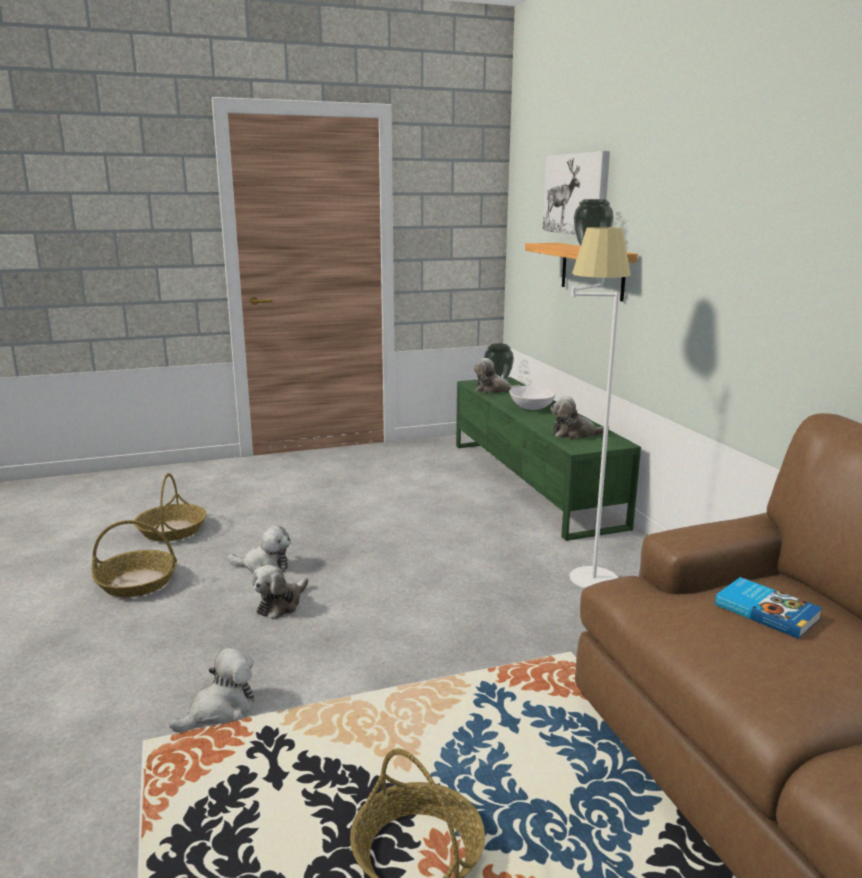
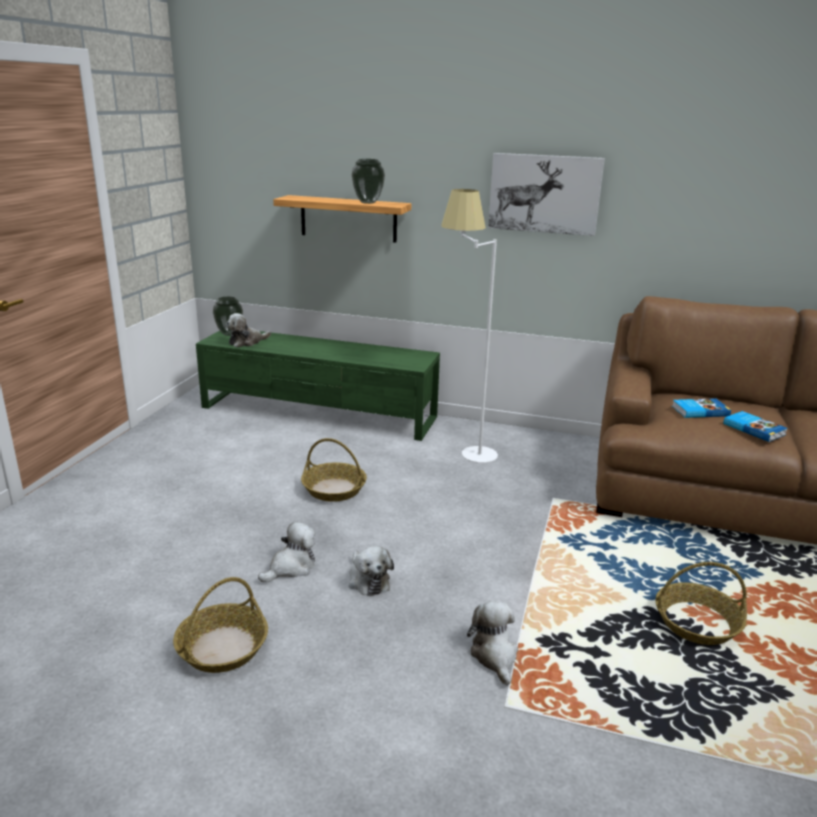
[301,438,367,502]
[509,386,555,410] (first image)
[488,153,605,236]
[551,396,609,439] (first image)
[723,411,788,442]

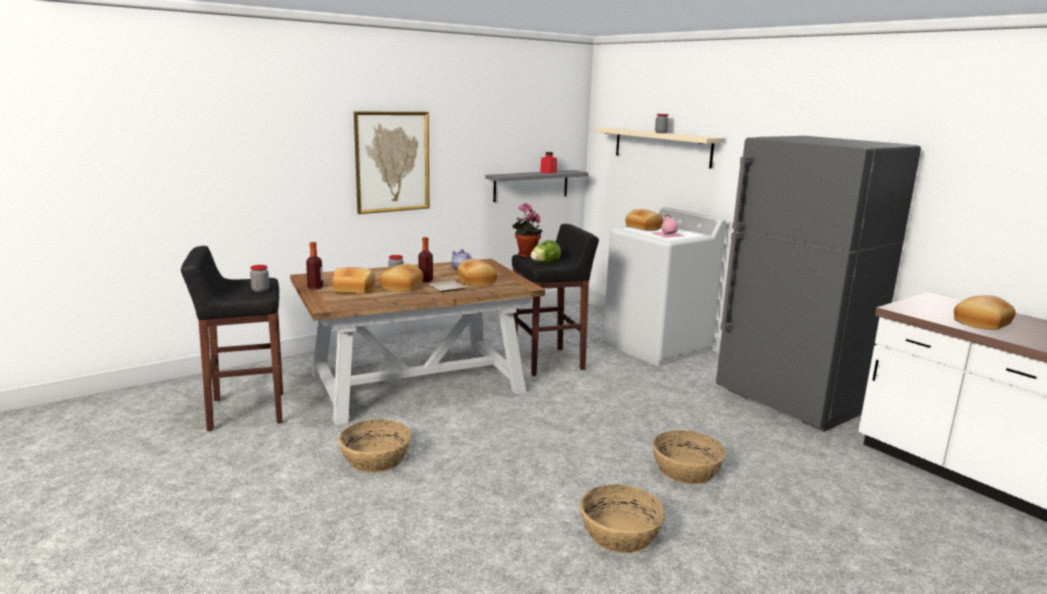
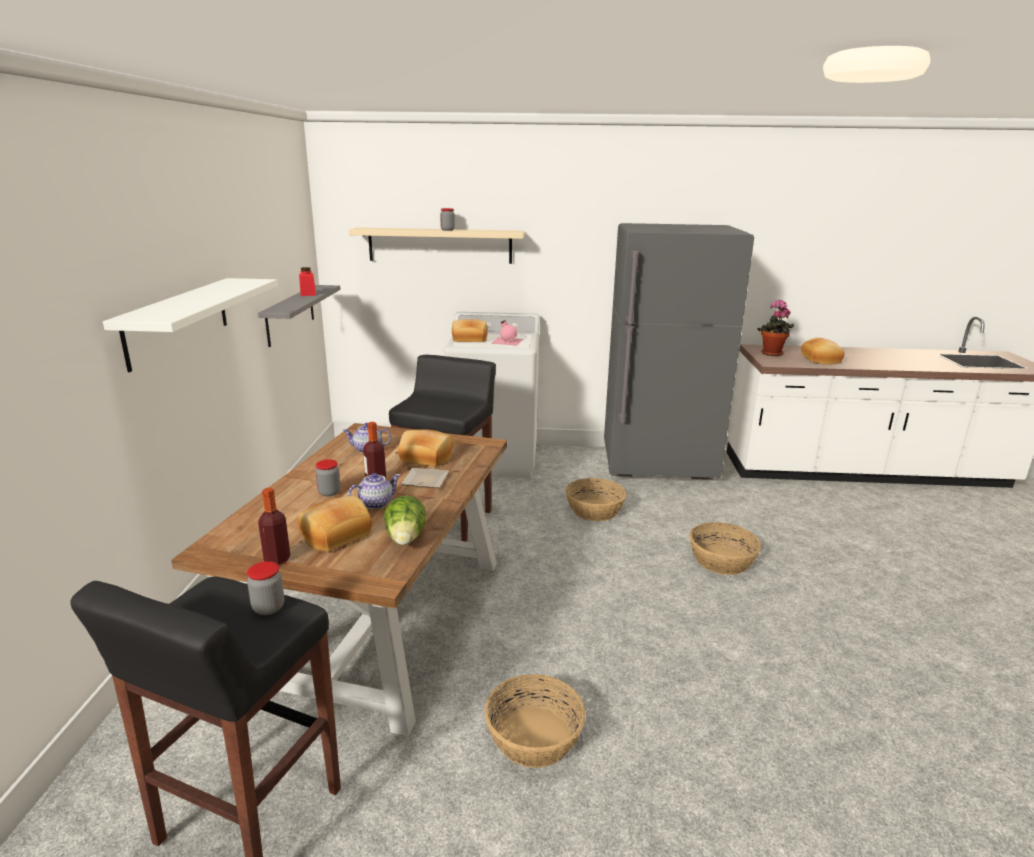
[103,278,278,372]
[348,473,400,509]
[757,299,794,356]
[384,496,426,545]
[566,478,626,521]

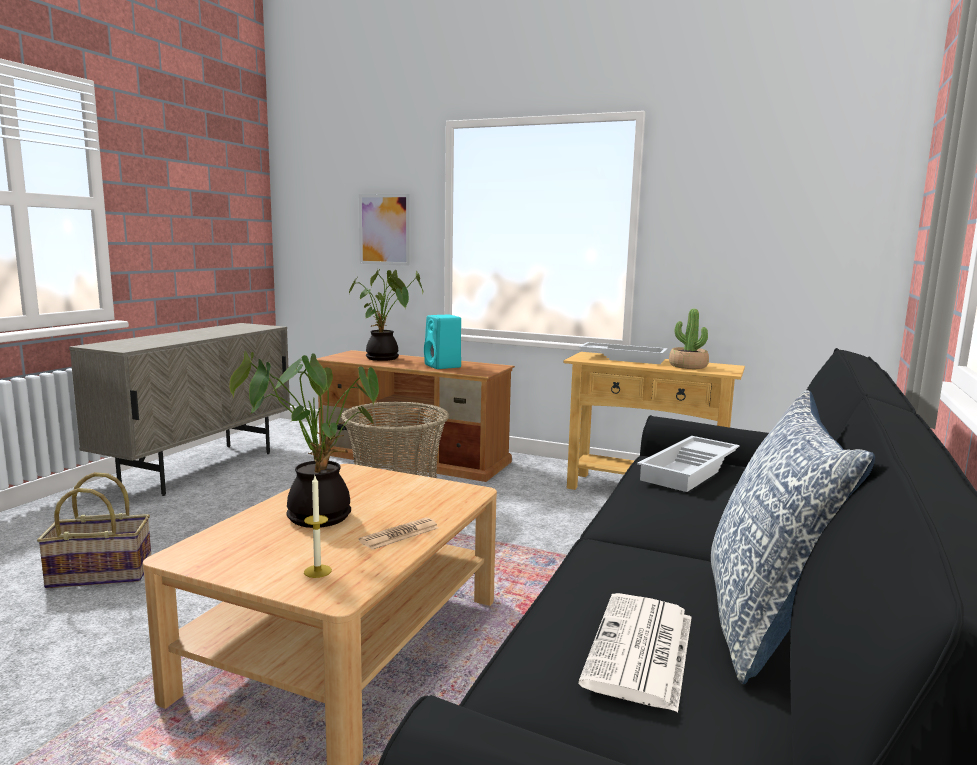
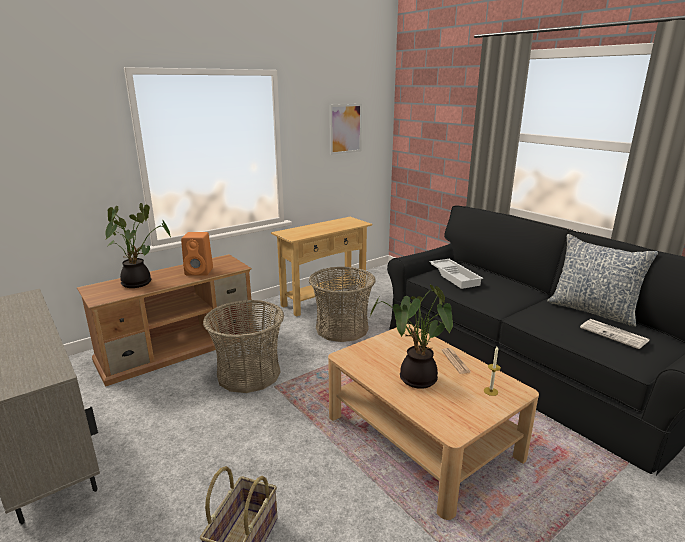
[330,104,362,155]
[181,232,213,276]
[579,342,668,364] (first image)
[669,309,709,369] (first image)
[309,267,376,342]

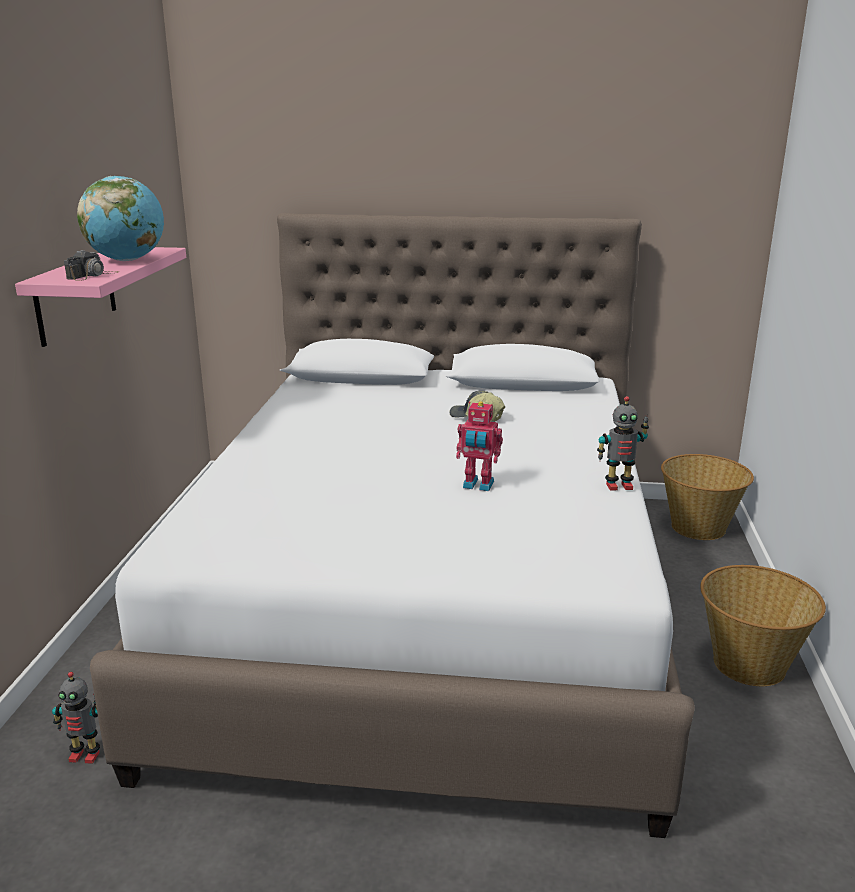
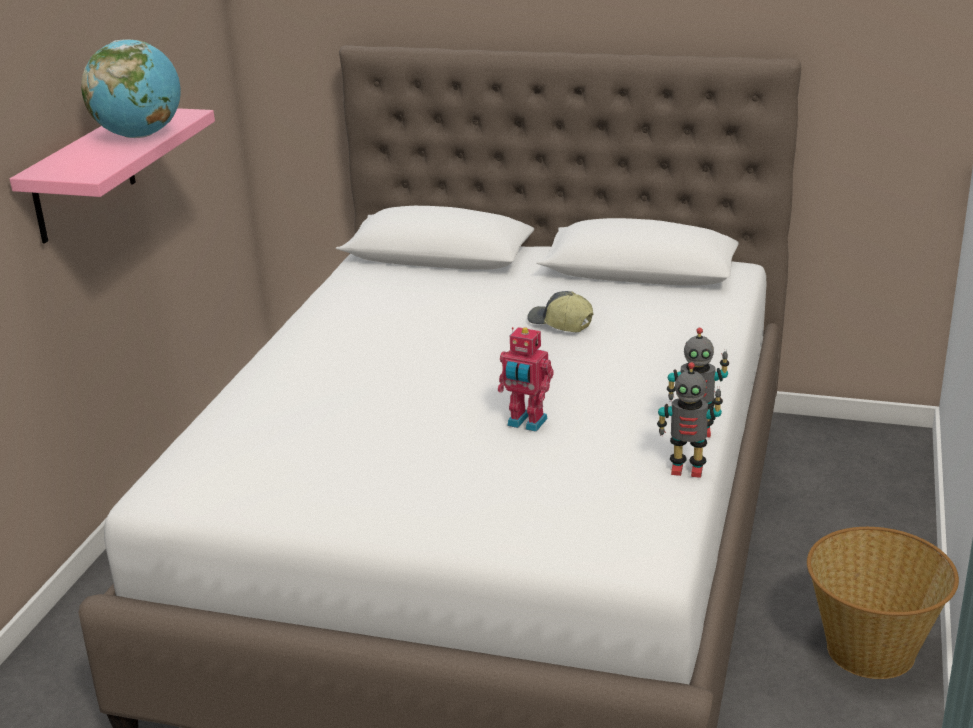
[657,362,723,478]
[64,250,119,281] (first image)
[661,454,754,540] (first image)

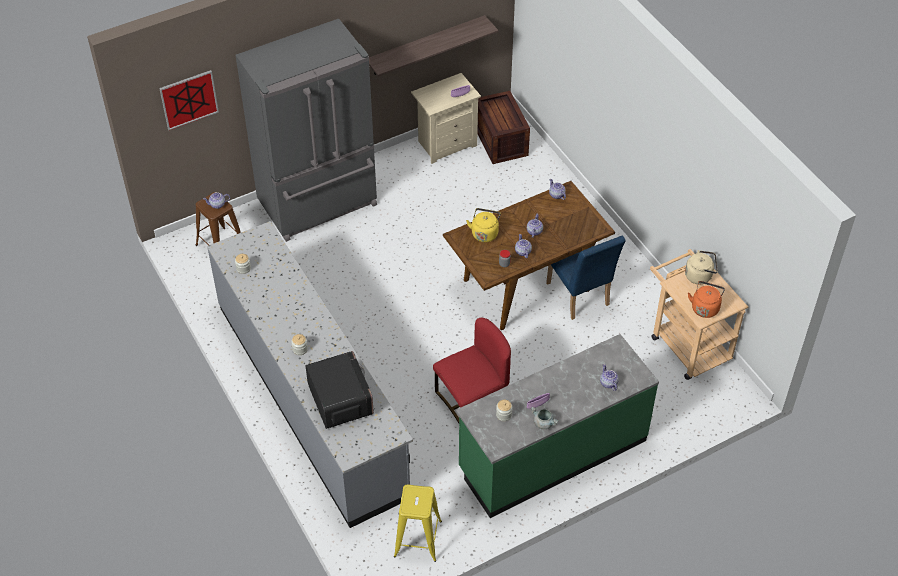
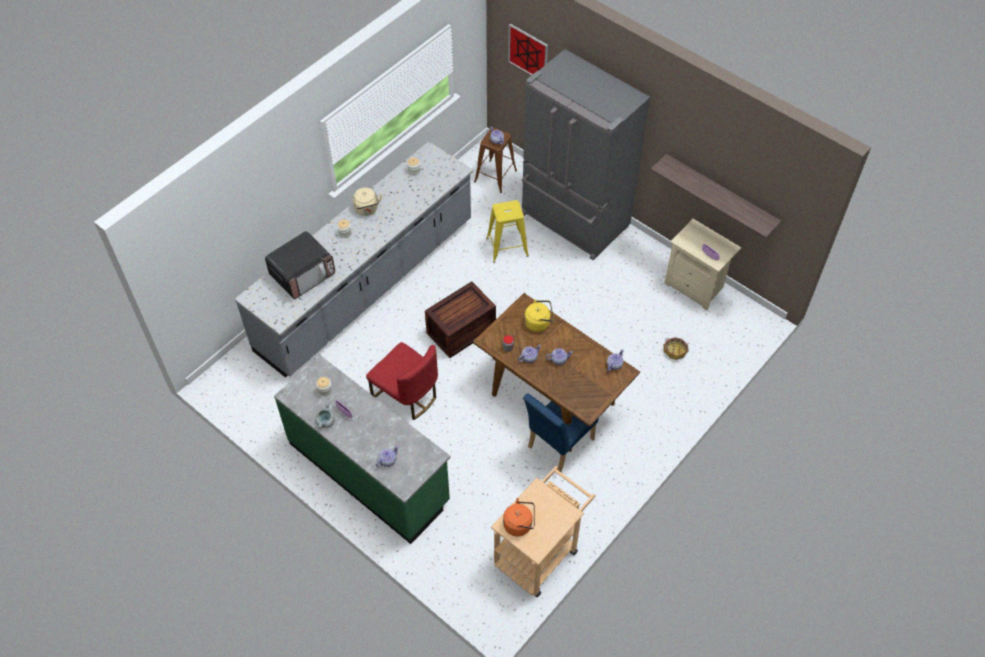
[486,200,529,263]
[425,281,496,358]
[353,188,382,216]
[663,337,689,360]

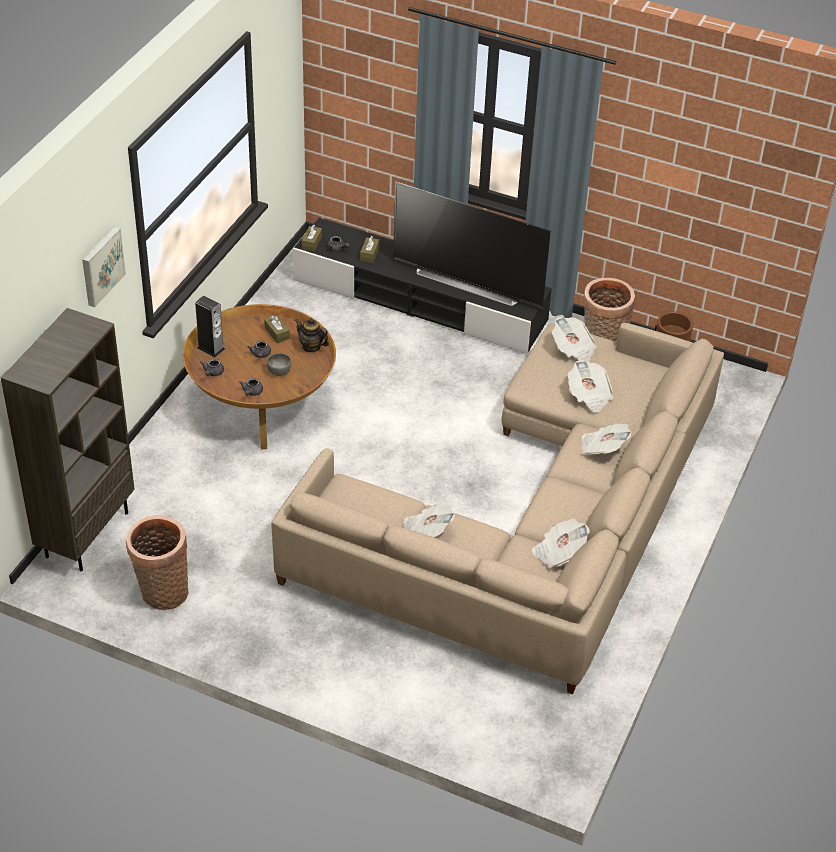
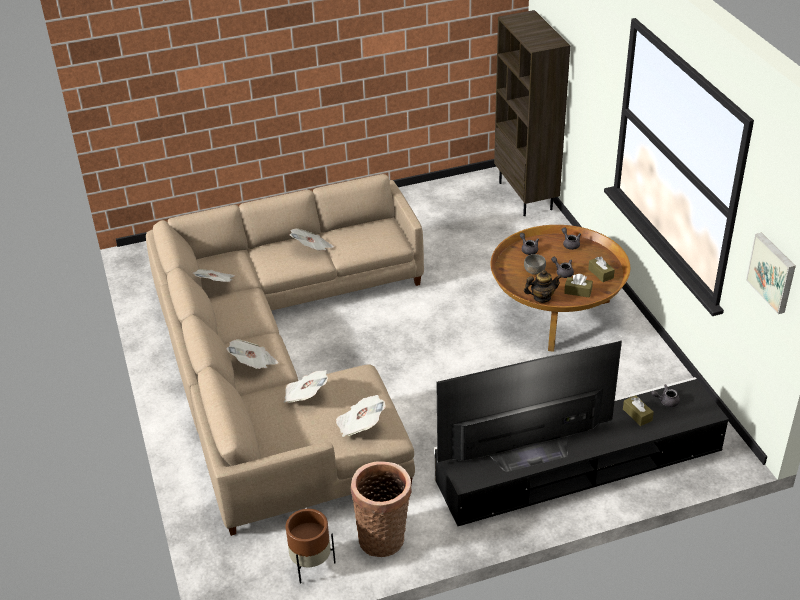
[746,232,796,314]
[126,516,189,610] (first image)
[195,296,225,357] (first image)
[588,257,615,282]

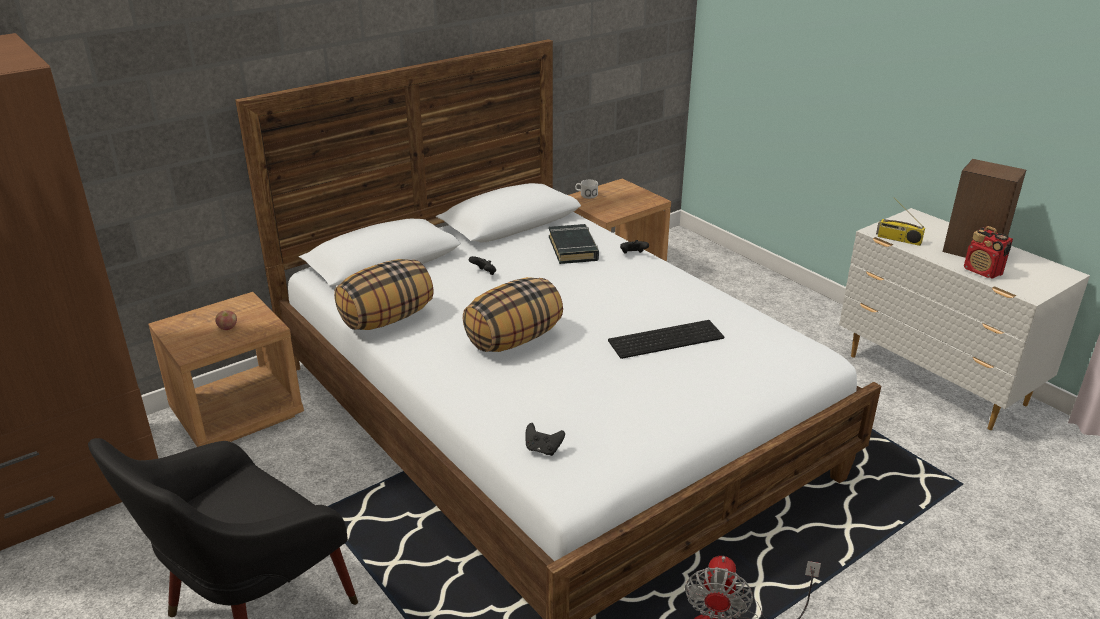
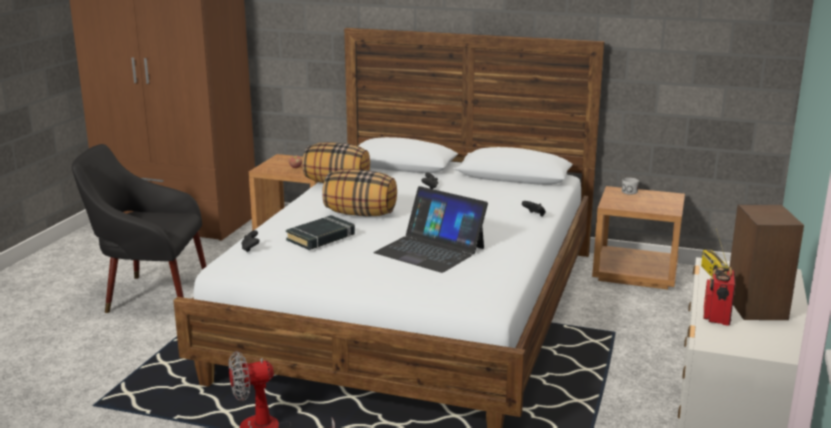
[286,215,355,250]
[373,186,488,273]

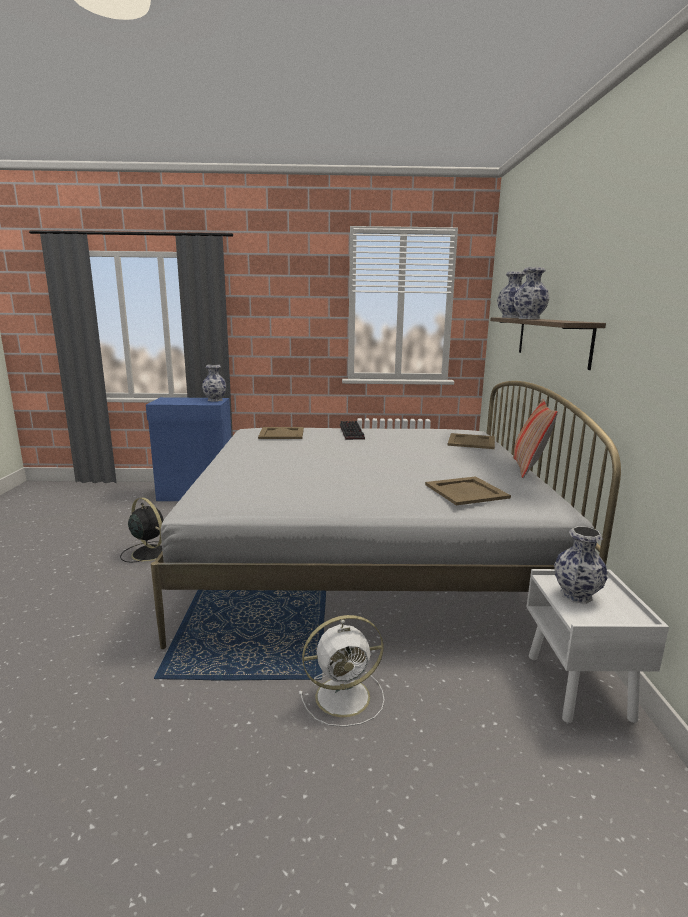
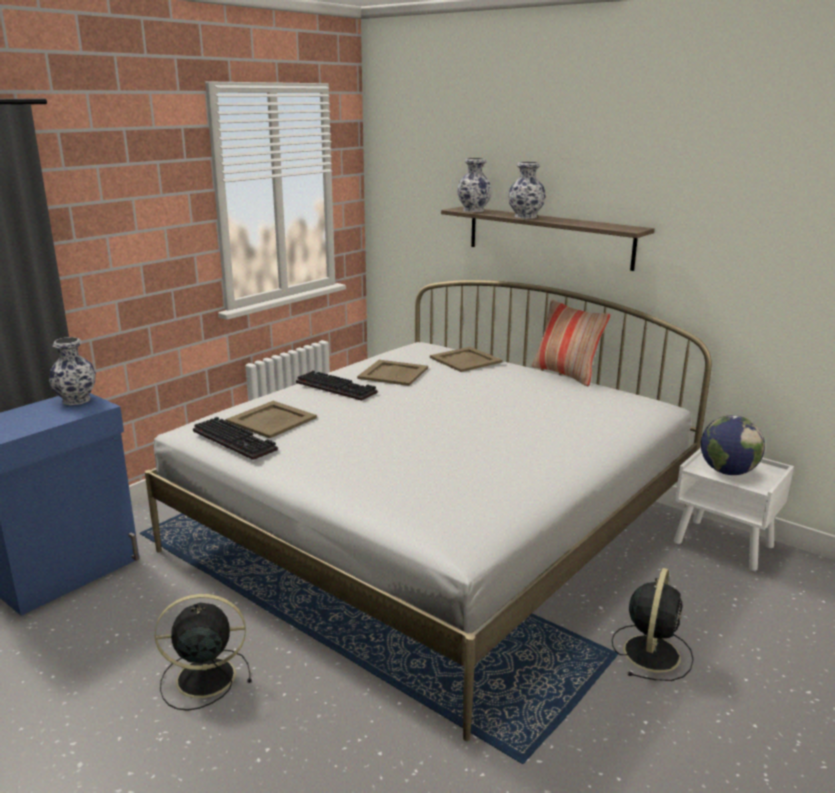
[612,568,694,681]
[357,360,428,386]
[701,415,765,475]
[193,417,278,460]

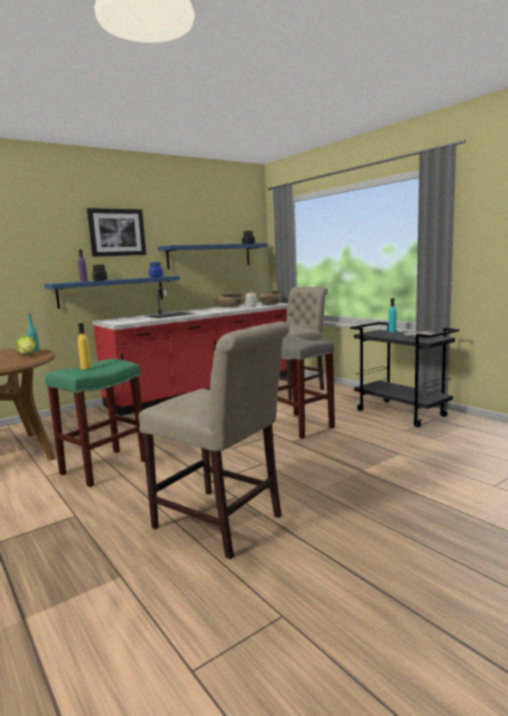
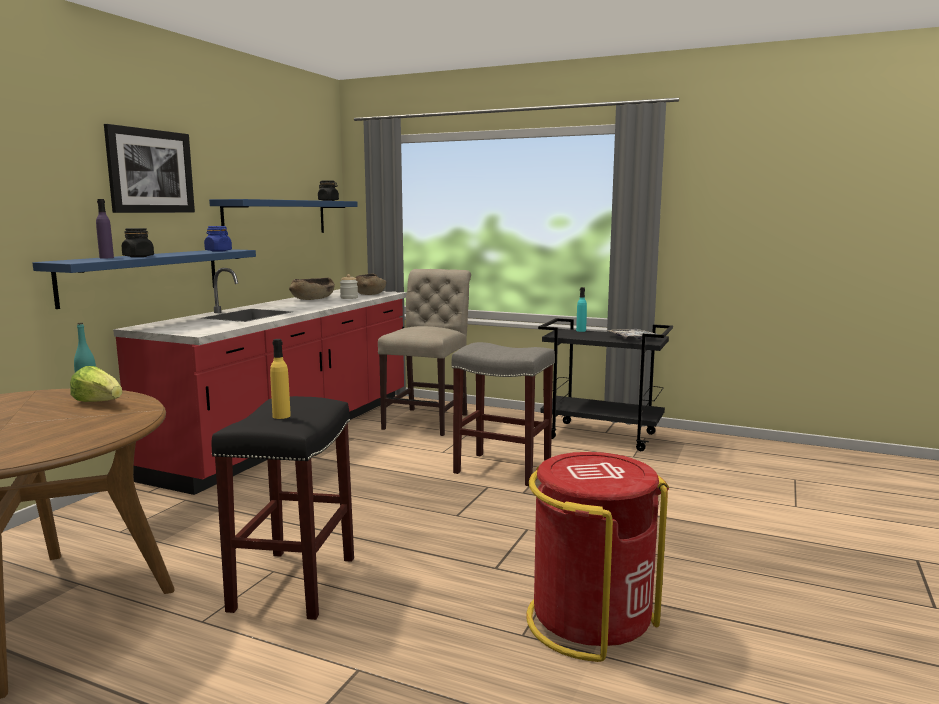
[211,396,354,620]
[526,452,669,662]

